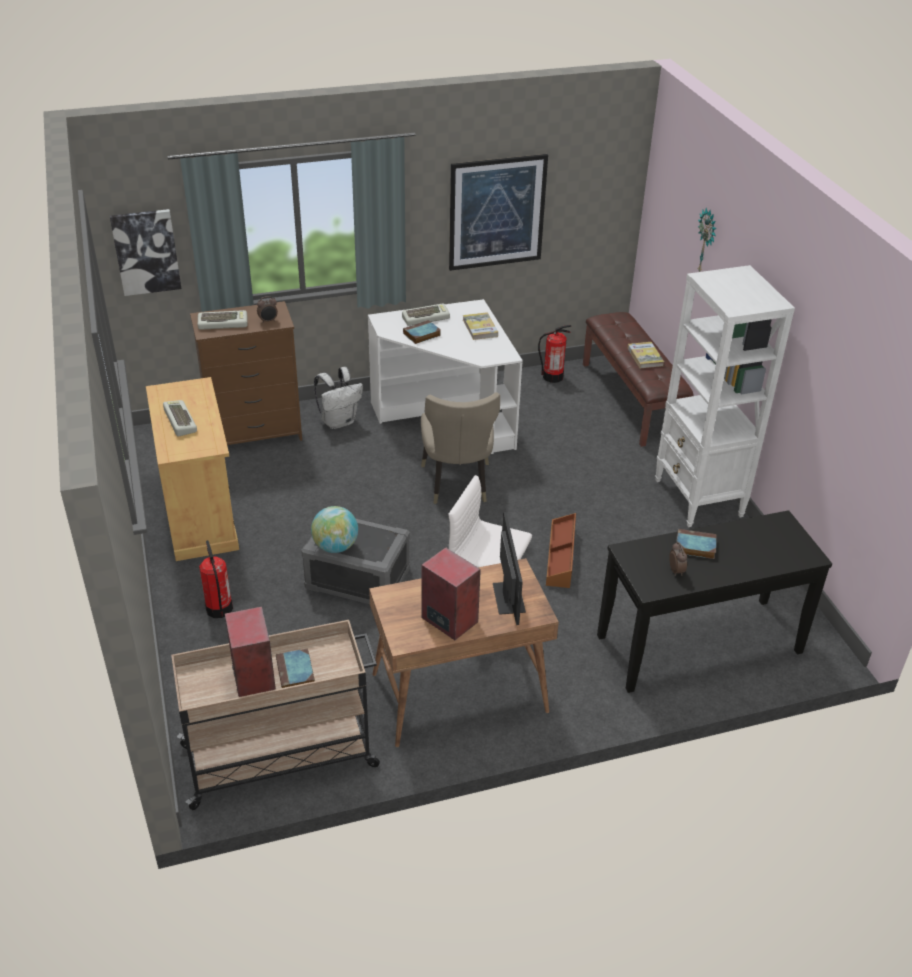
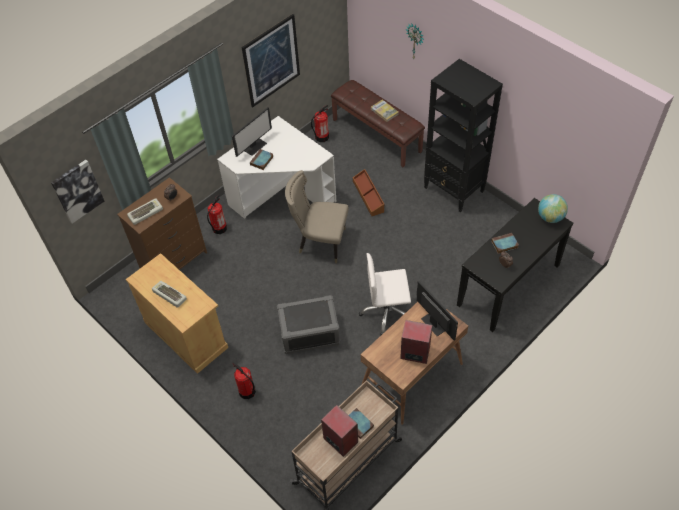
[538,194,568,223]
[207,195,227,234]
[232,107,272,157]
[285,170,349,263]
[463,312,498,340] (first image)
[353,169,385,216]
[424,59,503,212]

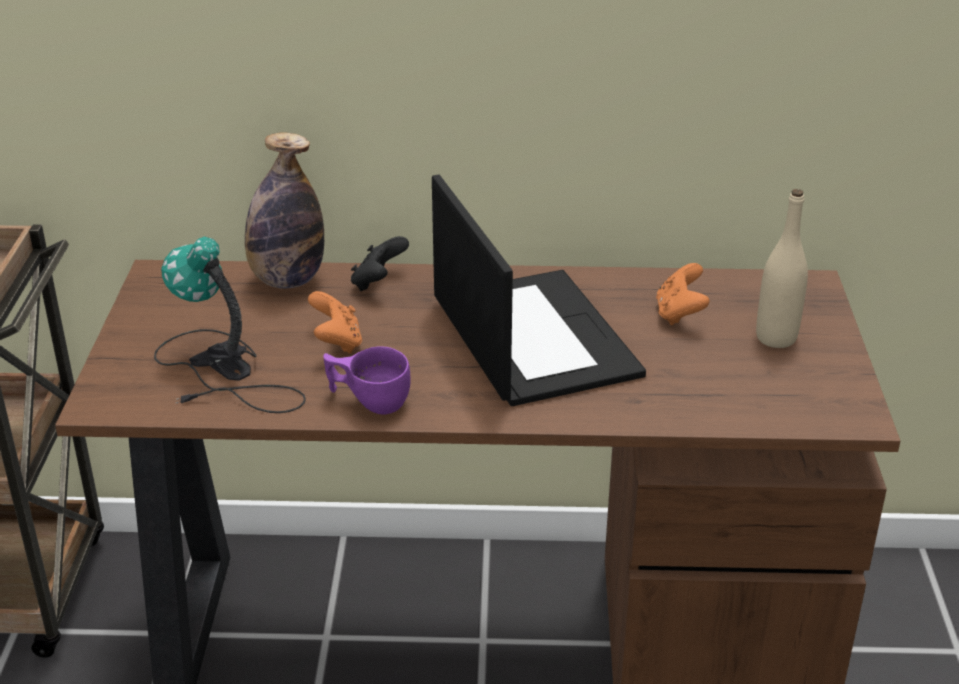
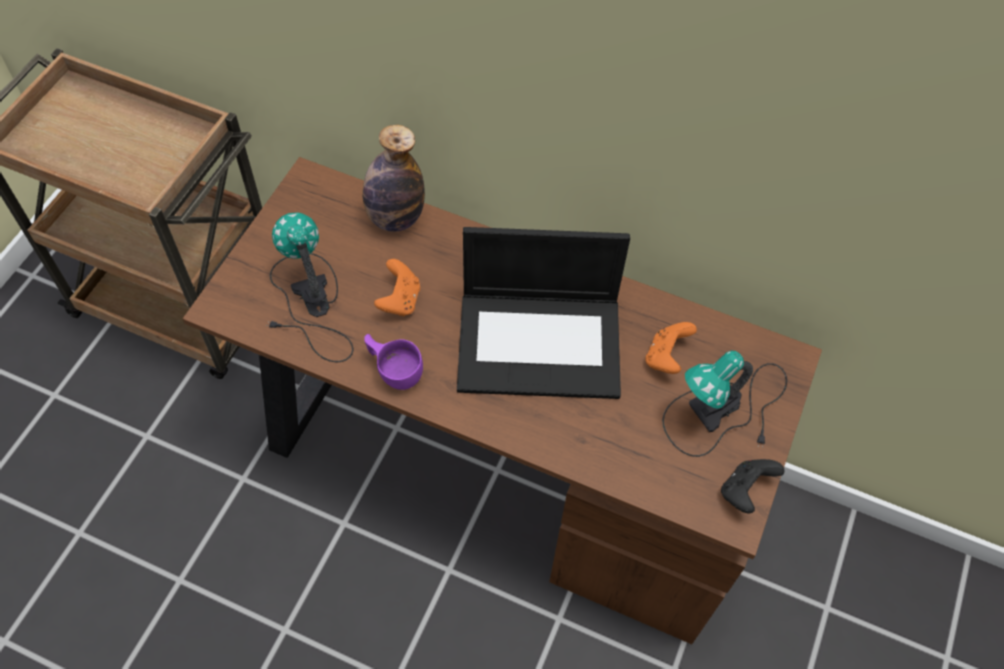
[721,459,785,514]
[457,227,630,399]
[662,351,787,457]

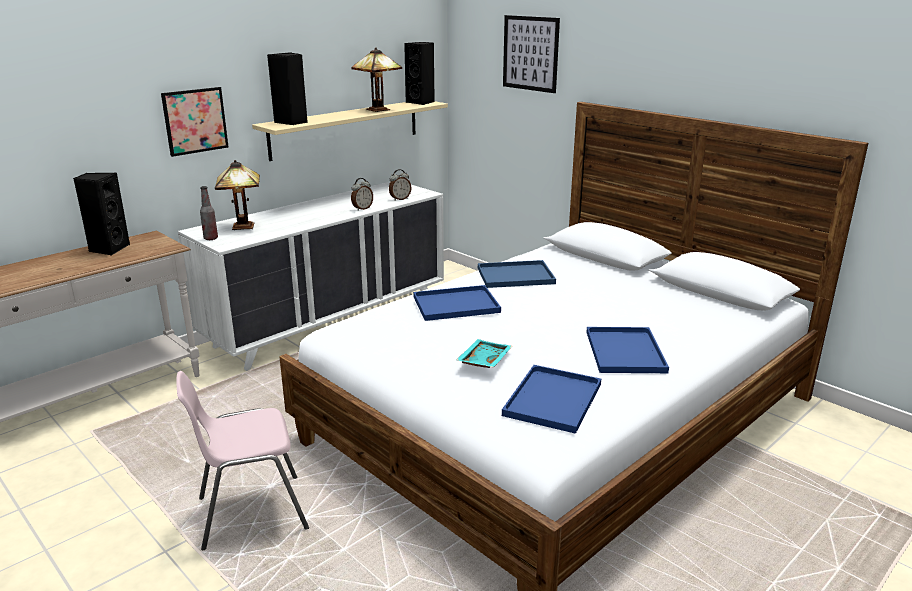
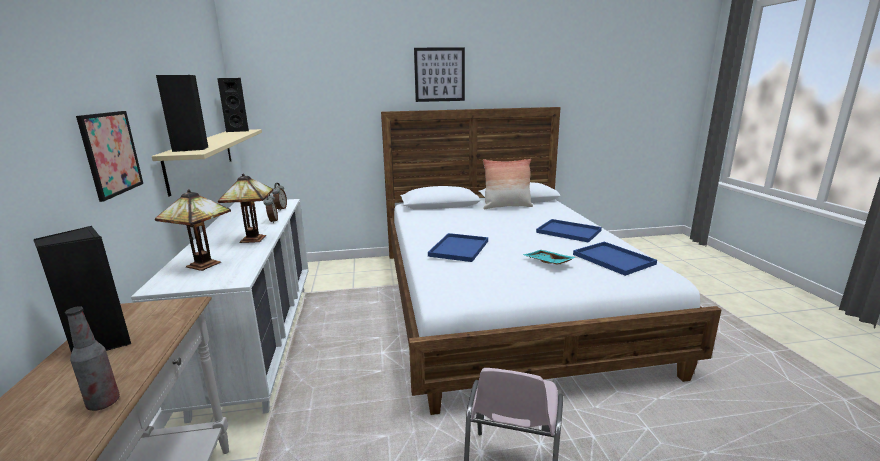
[65,306,120,411]
[218,174,273,243]
[478,260,556,288] (first image)
[414,47,465,102]
[483,159,533,209]

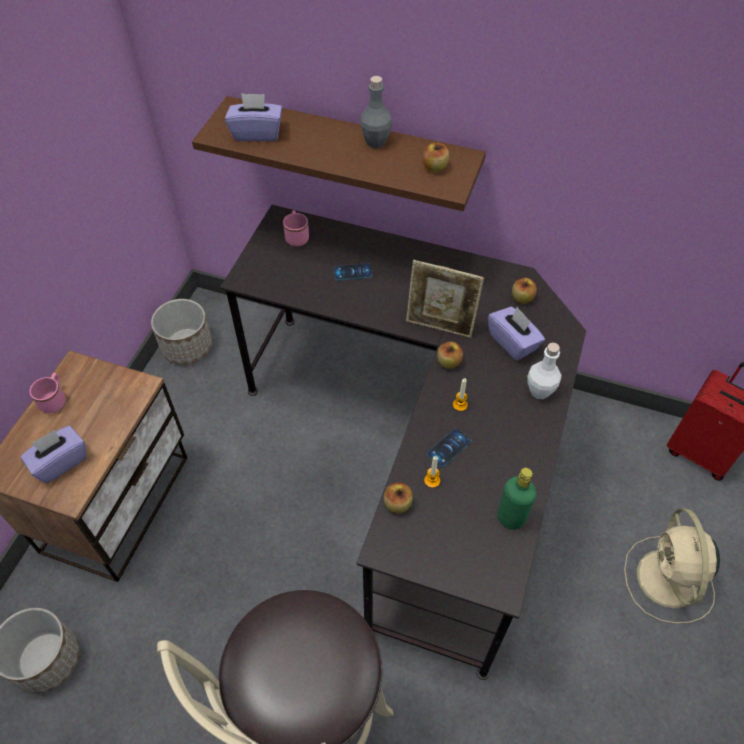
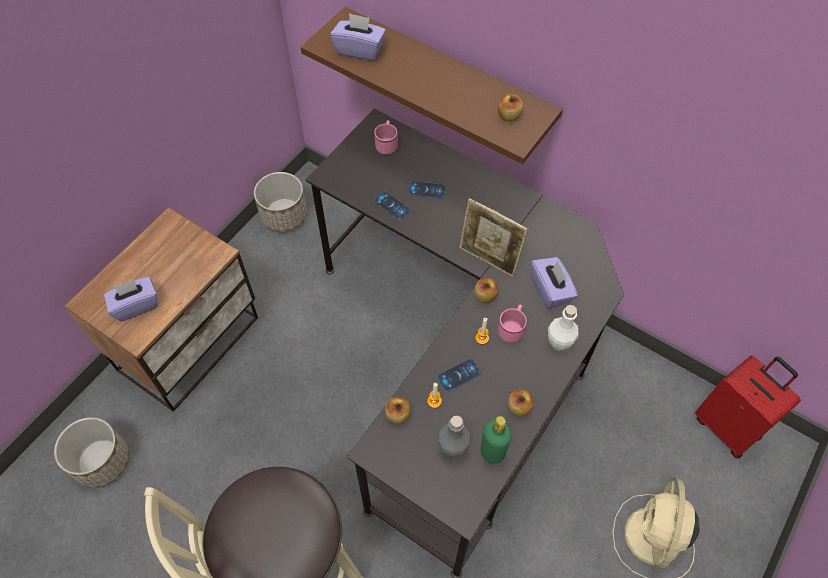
[498,305,527,343]
[438,416,471,458]
[508,389,534,416]
[374,191,410,220]

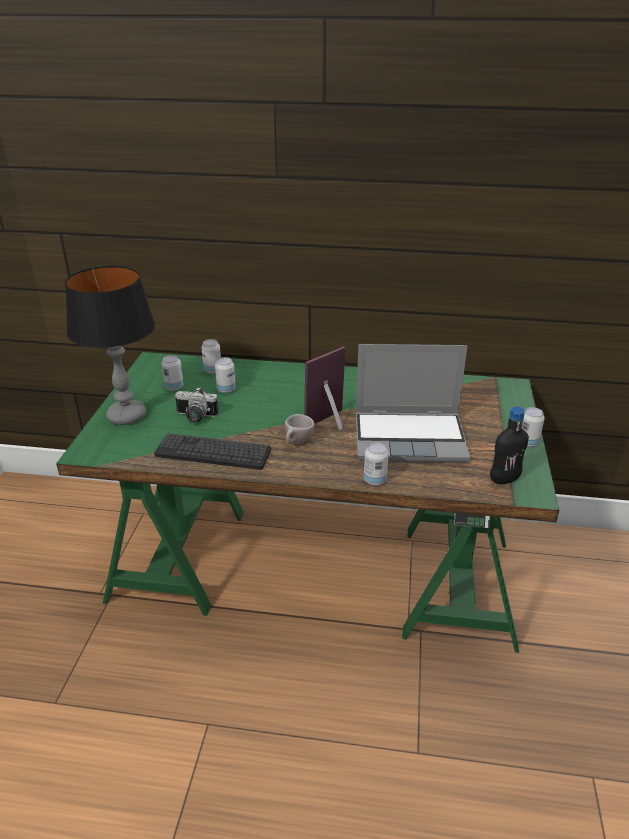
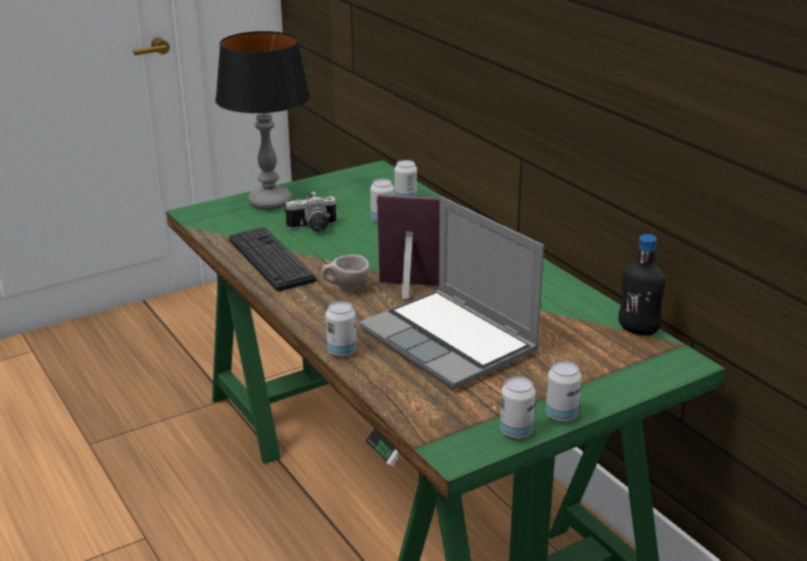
[500,376,536,439]
[285,191,336,232]
[618,234,666,336]

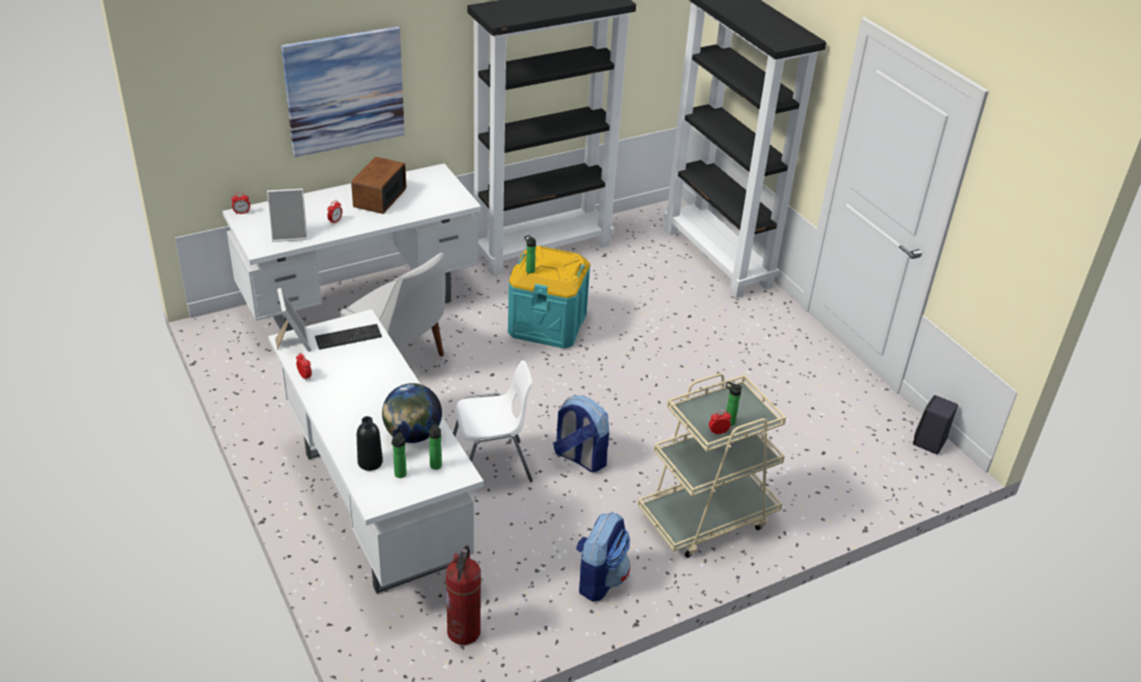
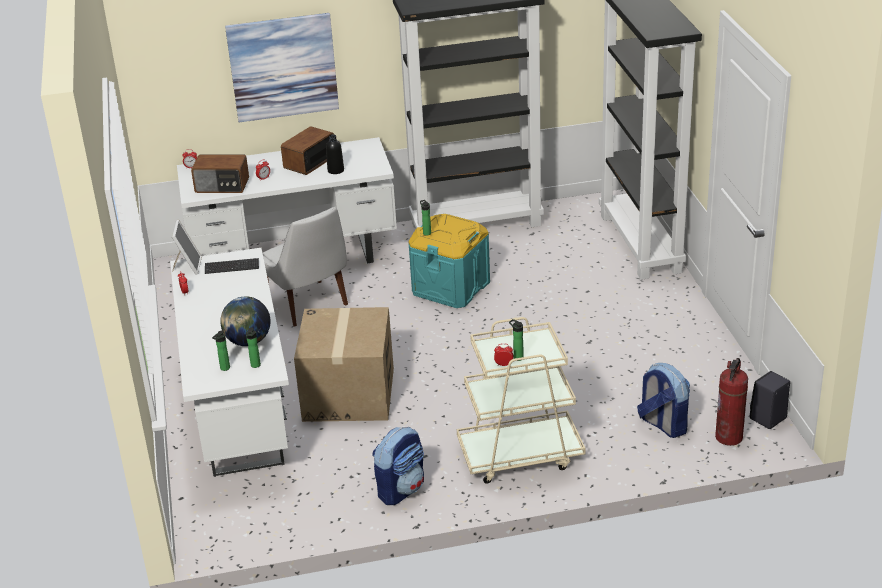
[191,154,249,193]
[326,134,344,174]
[715,358,748,446]
[294,307,394,422]
[637,363,690,438]

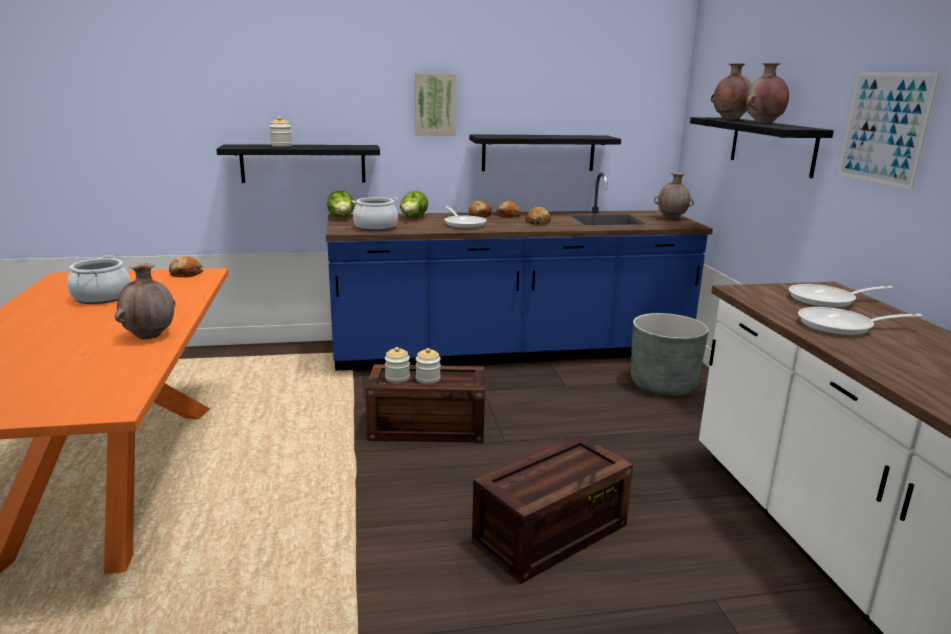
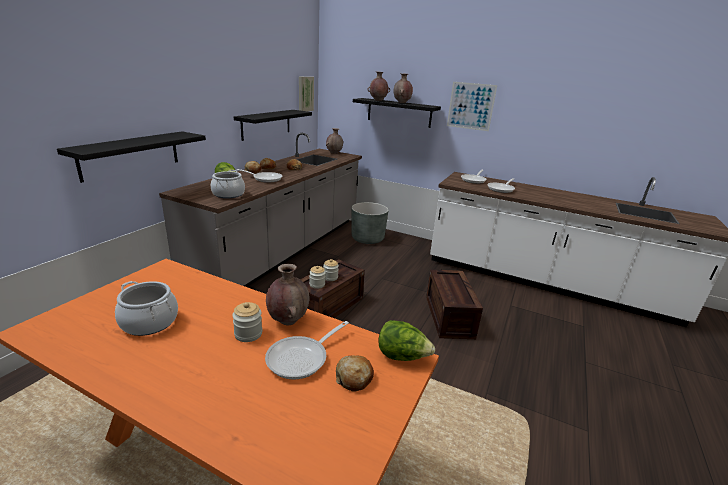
[336,355,374,392]
[232,302,262,342]
[159,133,362,287]
[378,320,435,361]
[299,77,314,111]
[265,321,349,380]

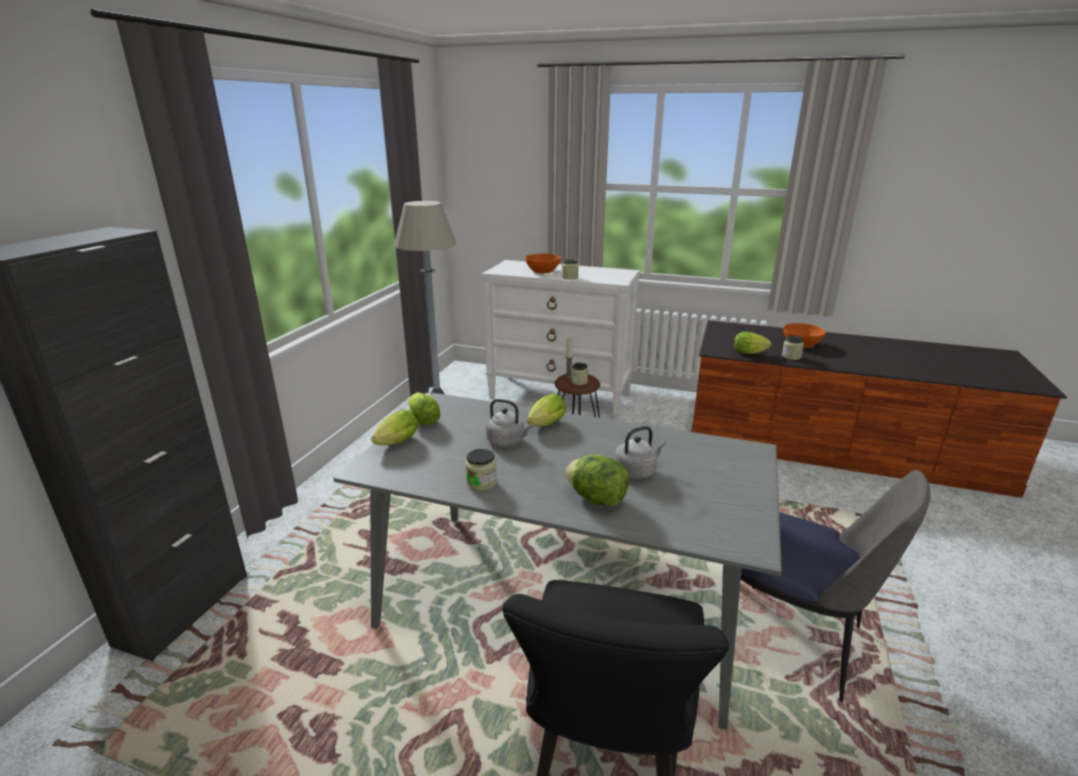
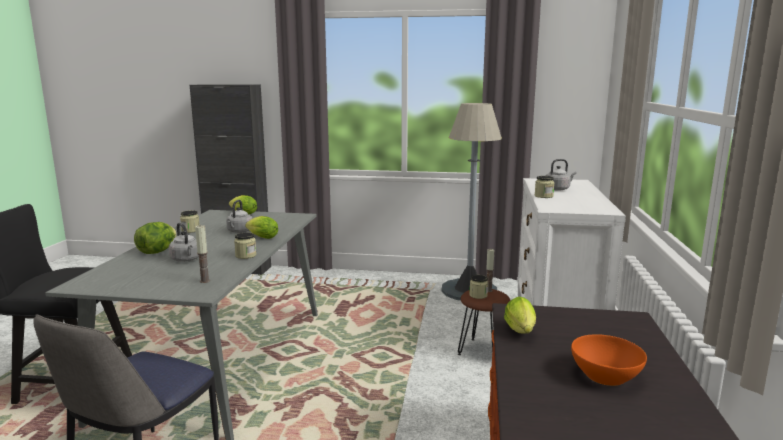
[408,392,441,425] (first image)
[546,159,576,191]
[234,232,256,259]
[195,225,210,283]

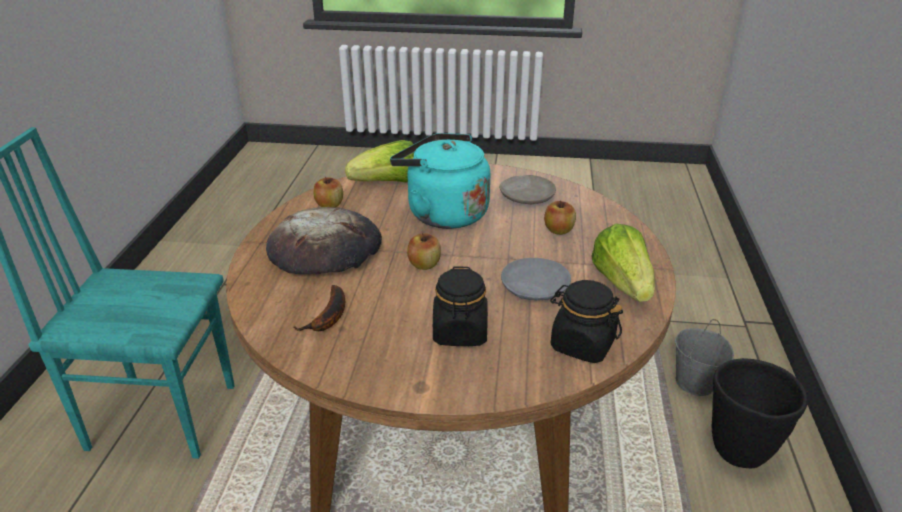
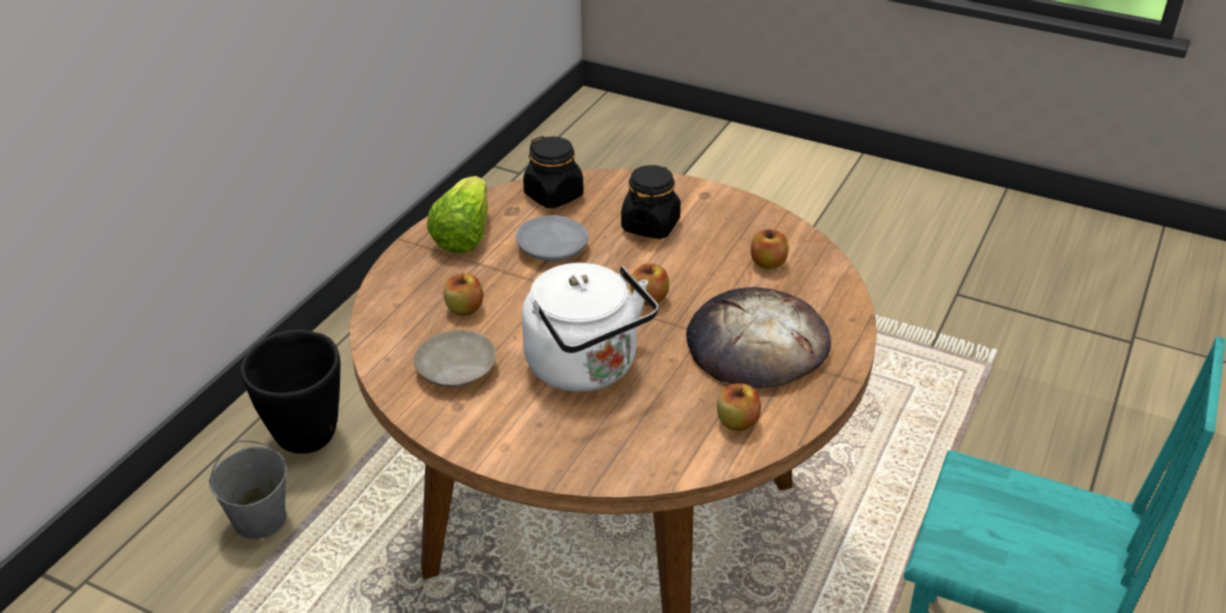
[751,229,789,270]
[345,140,414,183] (first image)
[522,263,658,392]

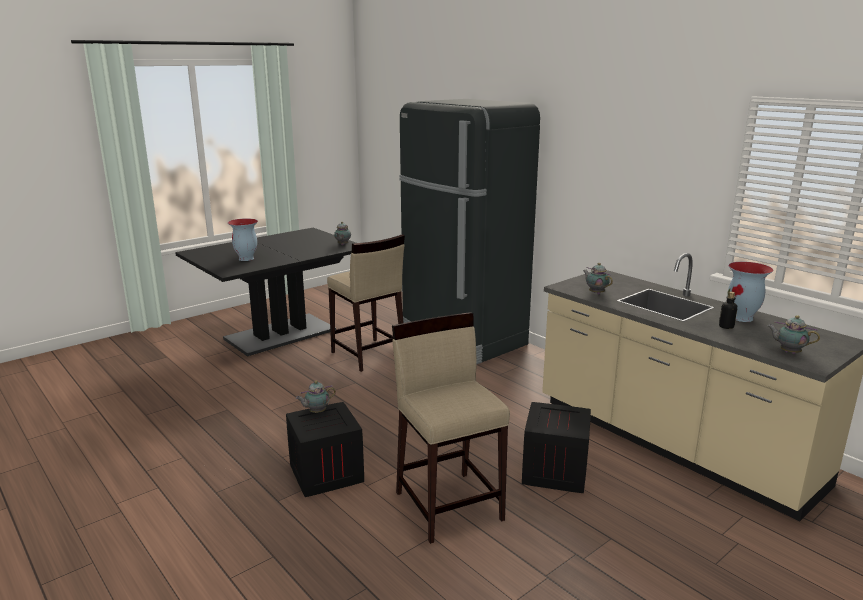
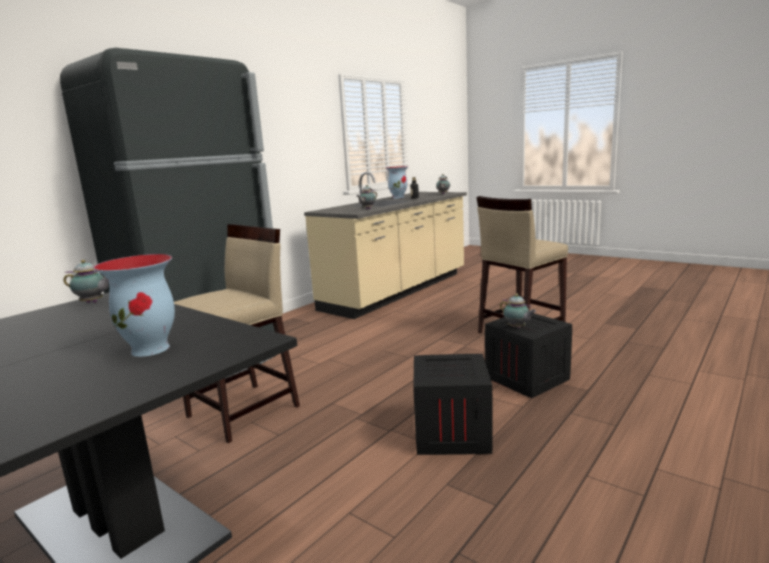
[414,354,493,455]

